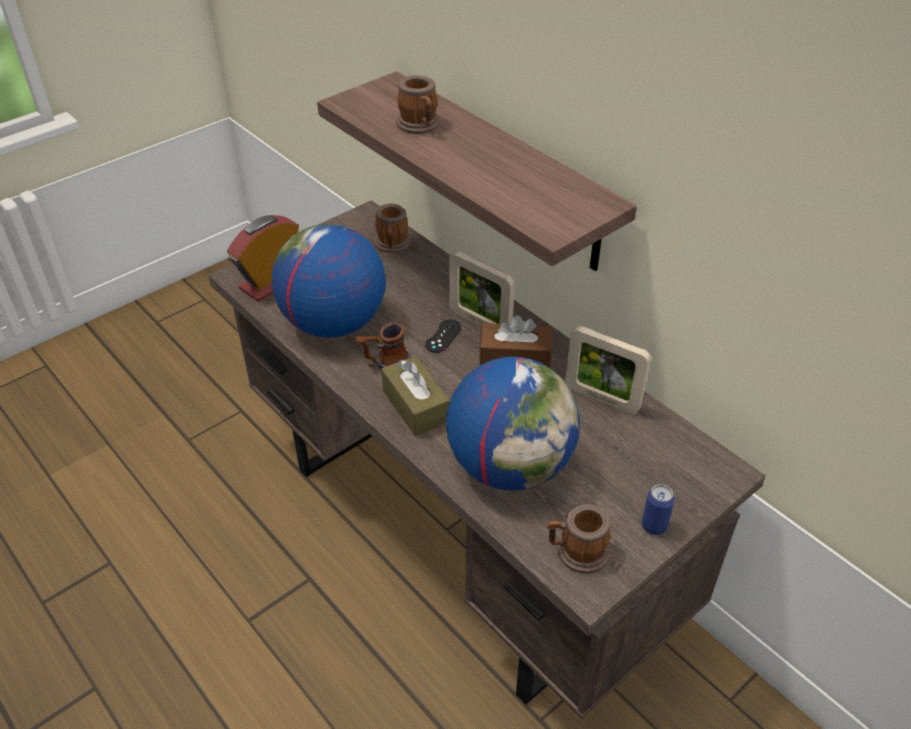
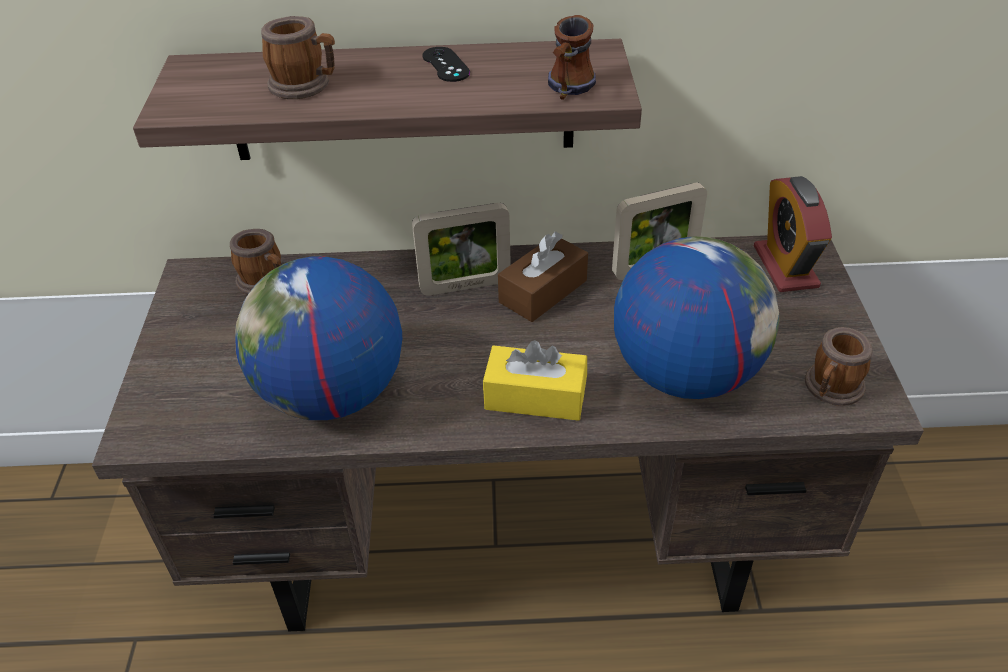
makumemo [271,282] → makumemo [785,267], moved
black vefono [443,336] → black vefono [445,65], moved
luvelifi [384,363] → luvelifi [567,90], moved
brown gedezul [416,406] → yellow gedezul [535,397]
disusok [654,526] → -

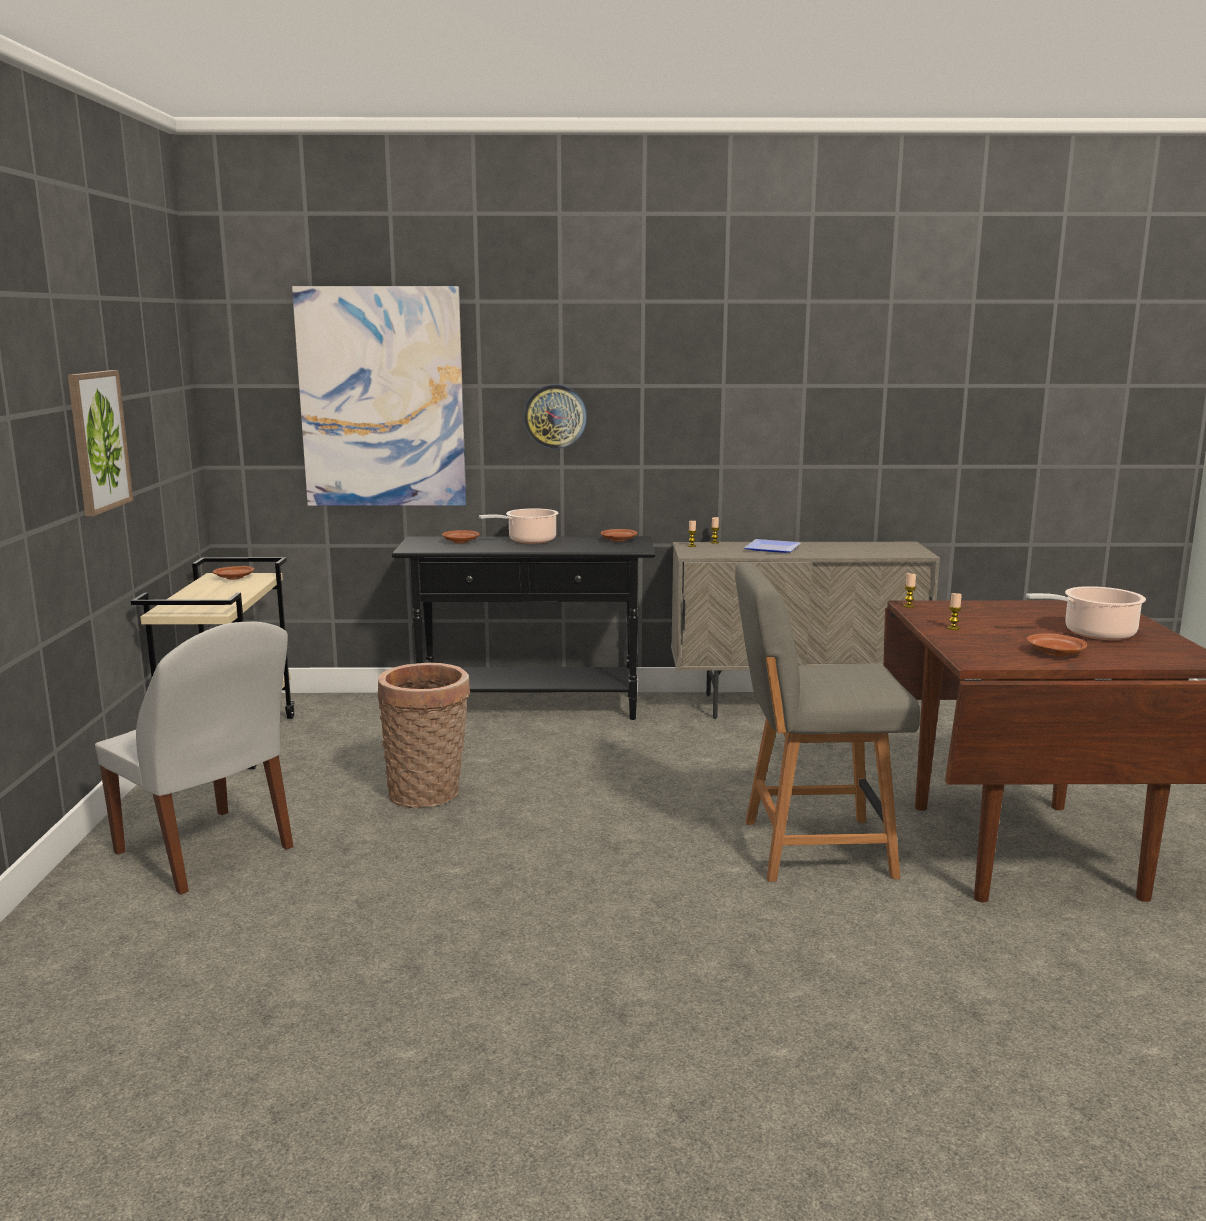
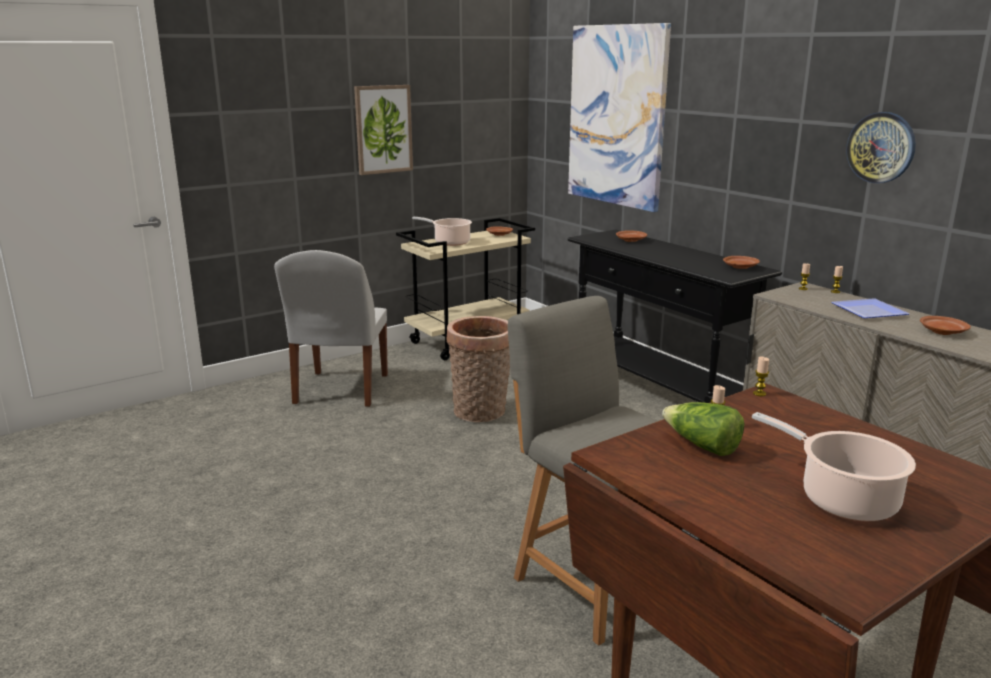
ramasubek [555,416] → ramasubek [881,147], moved
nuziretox [529,540] → nuziretox [450,242], moved
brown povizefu [1055,653] → brown povizefu [942,331], moved
- → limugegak [702,446]

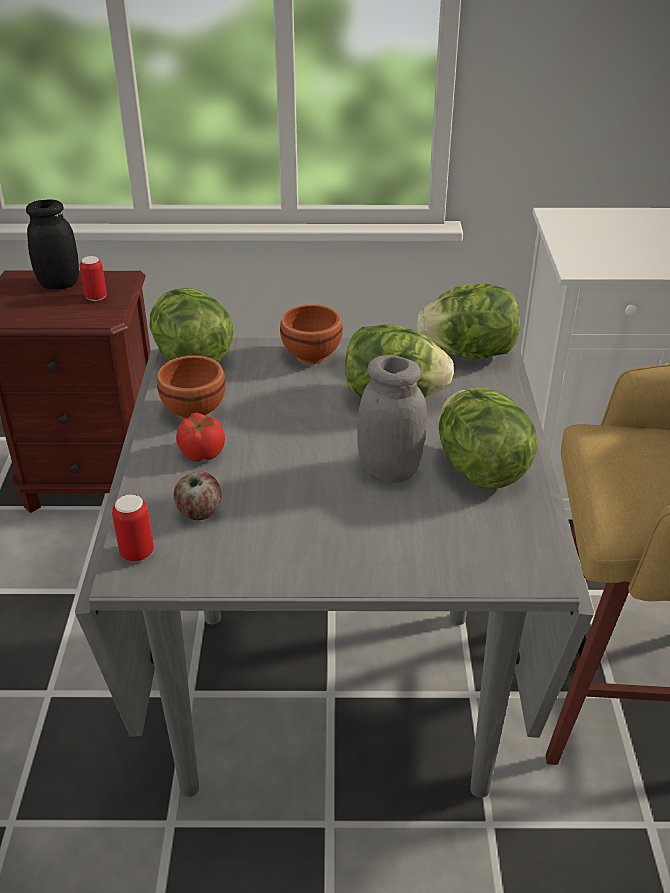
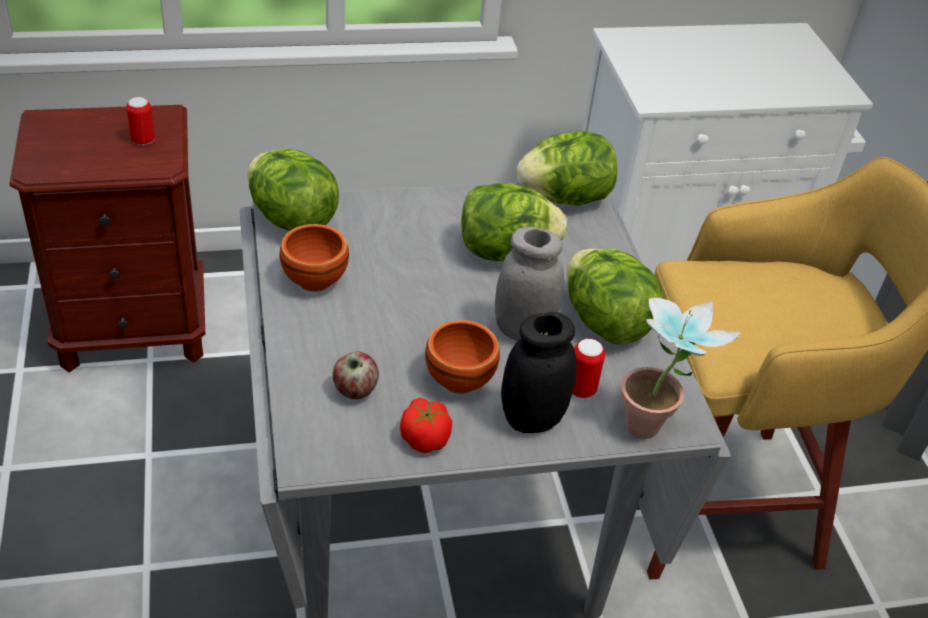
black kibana [59,284] → black kibana [532,419], moved
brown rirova [311,354] → brown rirova [458,378], moved
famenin [202,452] → famenin [424,438], moved
disusok [137,553] → disusok [581,389], moved
- → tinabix [655,424]

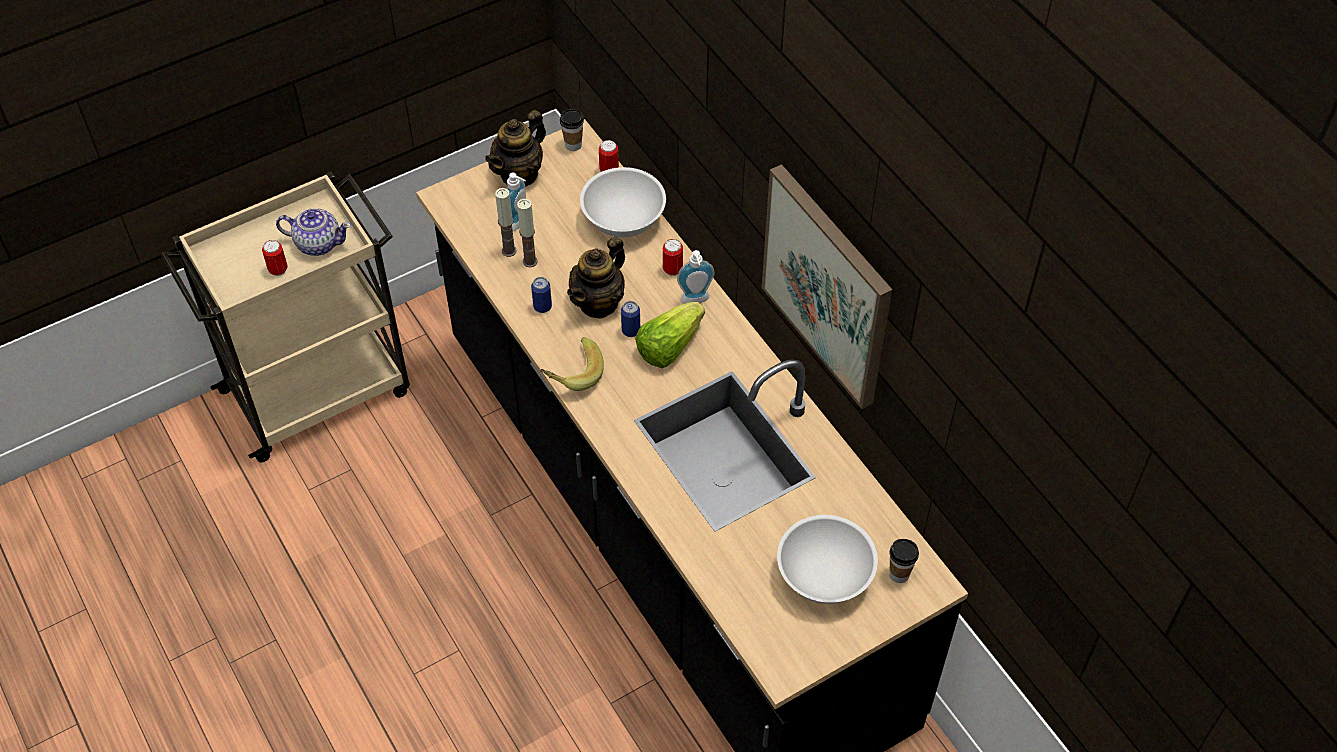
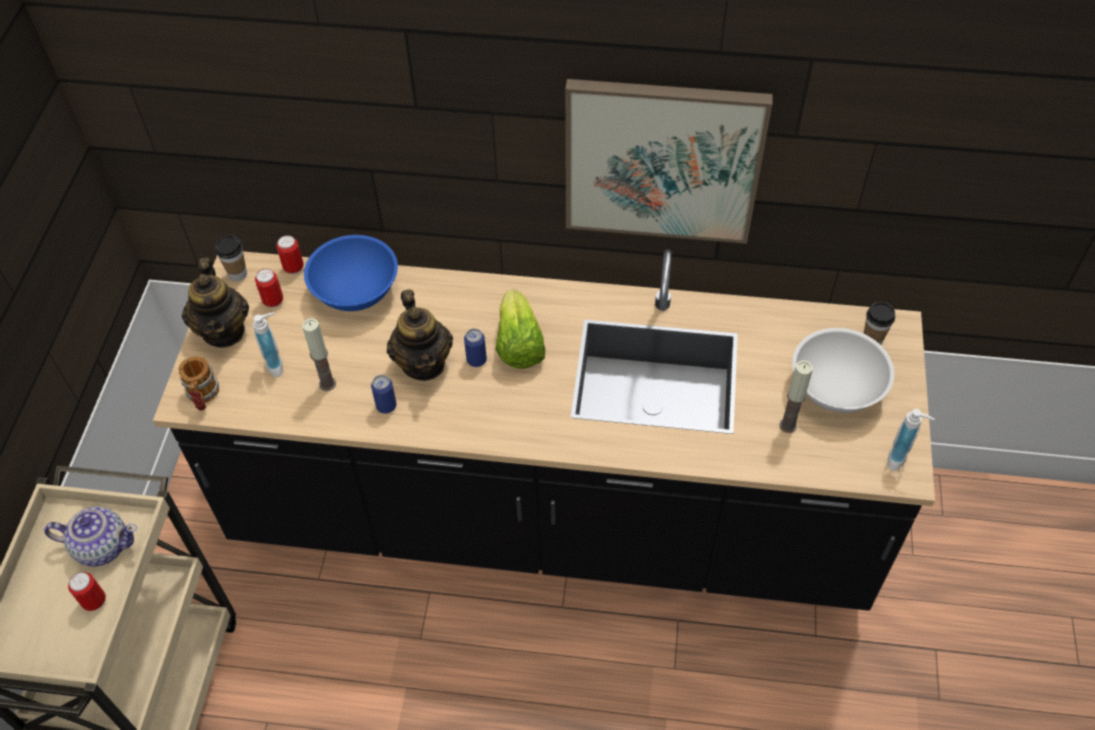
white rirova [623,219] → blue rirova [355,291]
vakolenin [509,251] → vakolenin [788,425], moved
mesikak [318,243] → mesikak [102,546], 45 degrees clockwise
disusok [672,270] → disusok [273,301], moved
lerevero [696,301] → lerevero [901,459], moved
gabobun [571,373] → -
- → luvelifi [203,396]

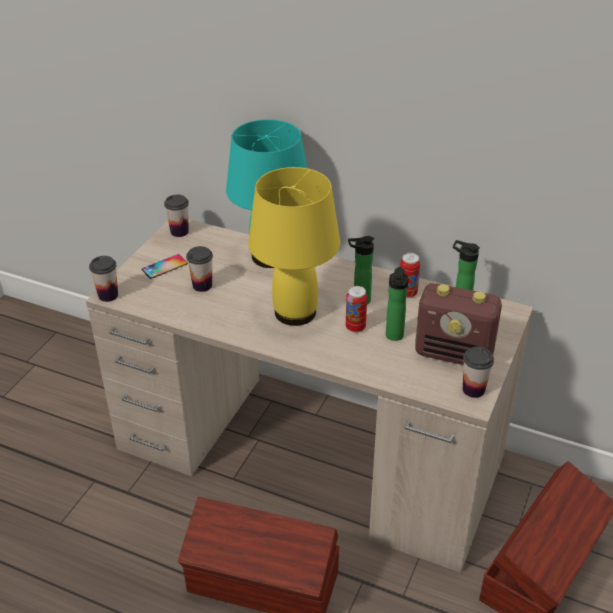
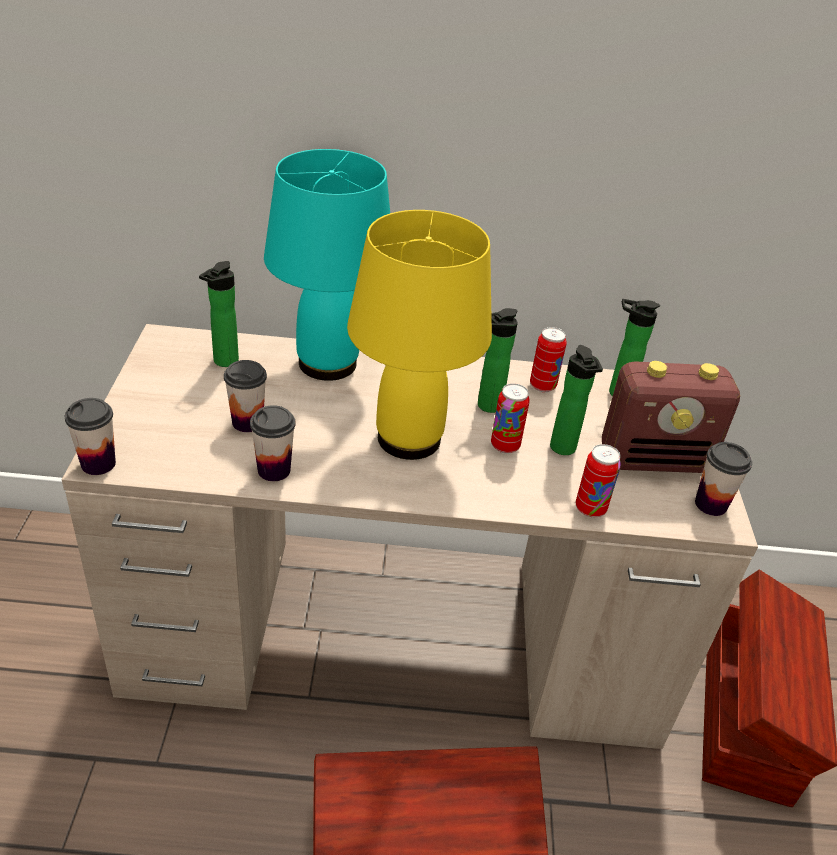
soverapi [179,232] → soverapi [274,470], moved
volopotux [164,266] → -
- → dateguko [223,362]
- → disusok [590,509]

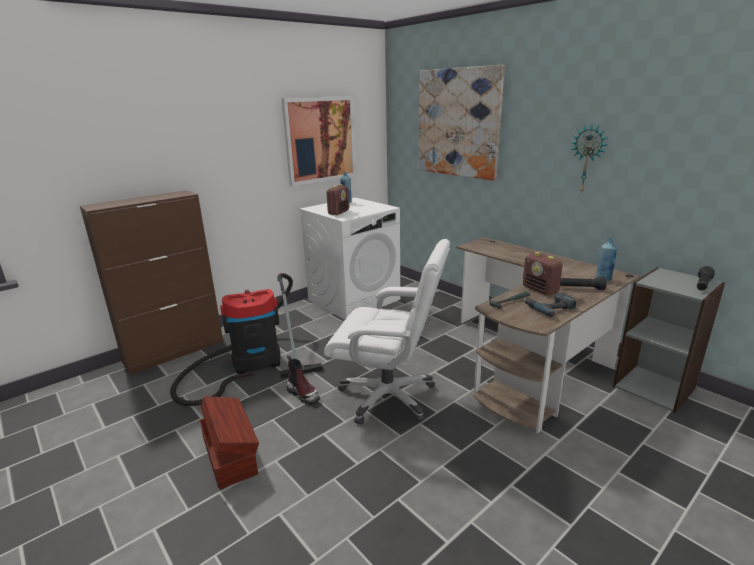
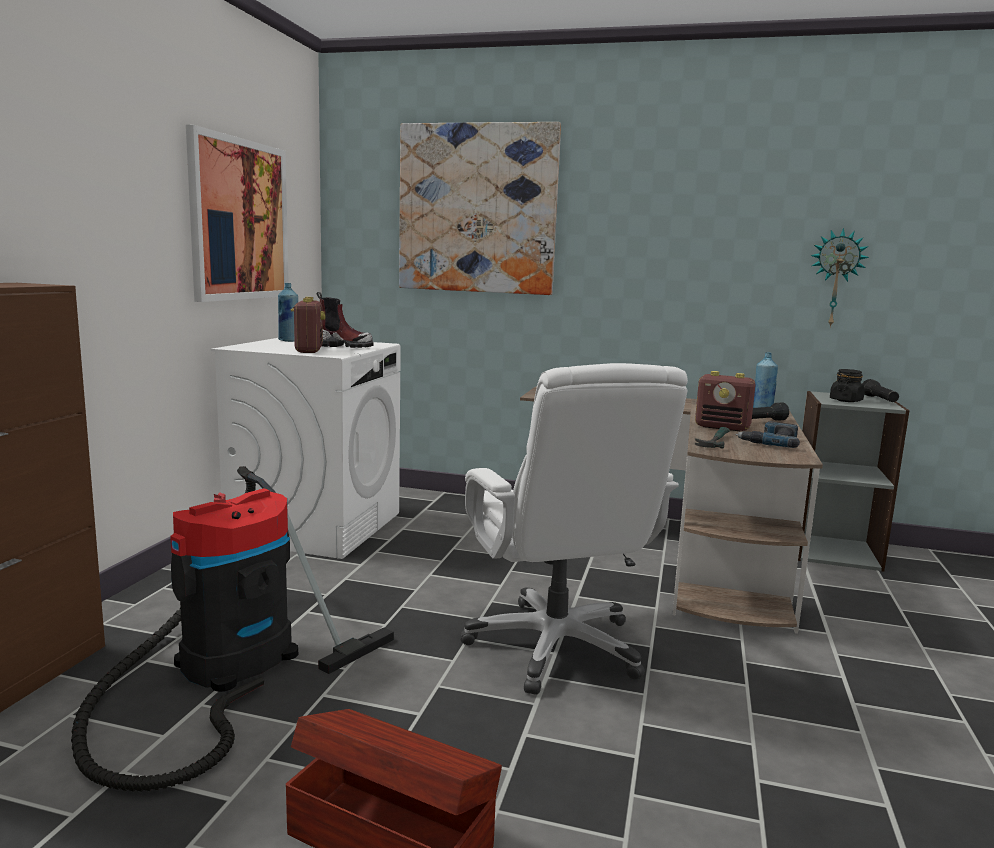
ramasubek [588,159] → ramasubek [835,278], moved
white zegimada [388,396] → white zegimada [556,647], 90 degrees clockwise
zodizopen [303,394] → zodizopen [344,346], moved
- → black kibana [846,400]

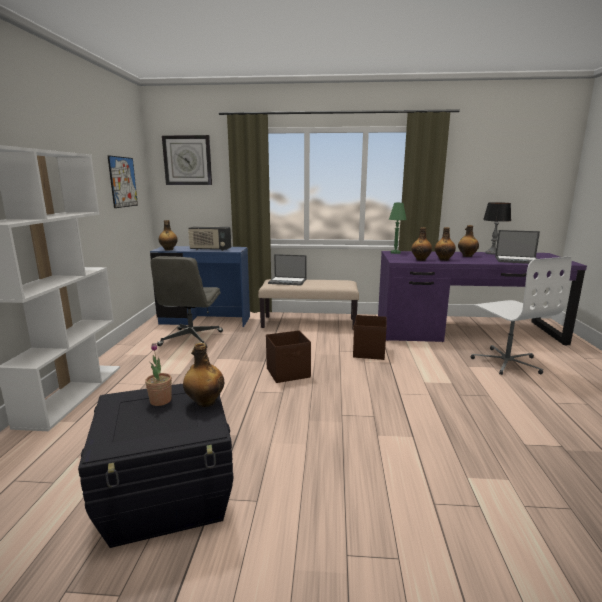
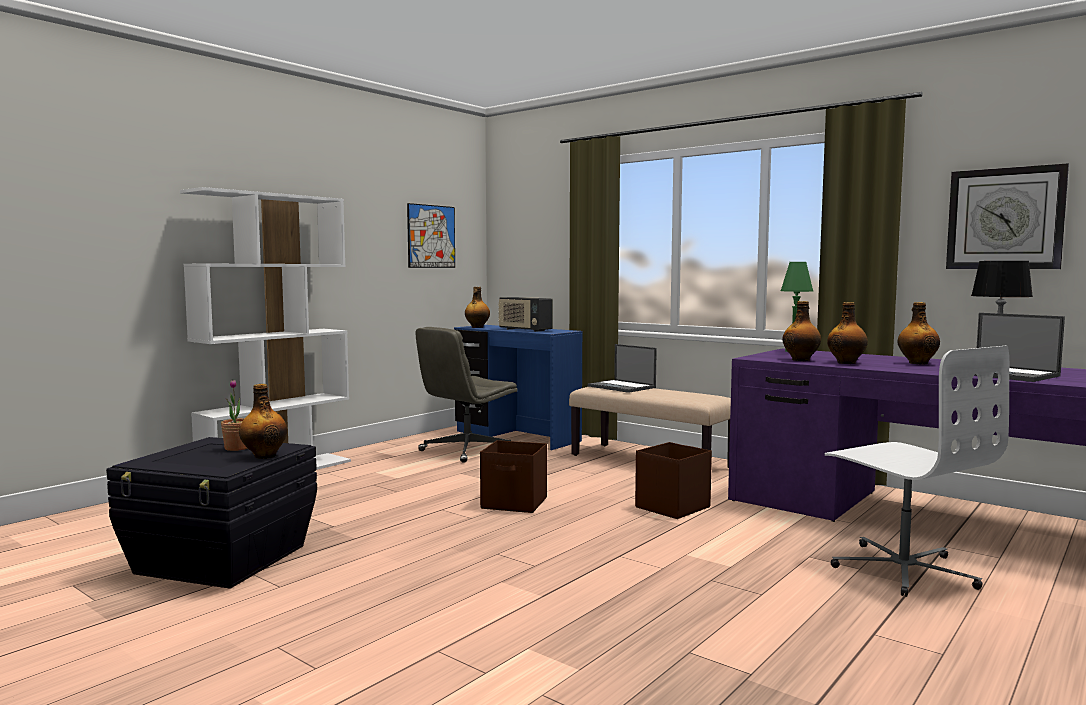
ramasubek [187,160] → ramasubek [1005,219], moved
white zegimada [506,362] → white zegimada [903,569], 45 degrees counterclockwise

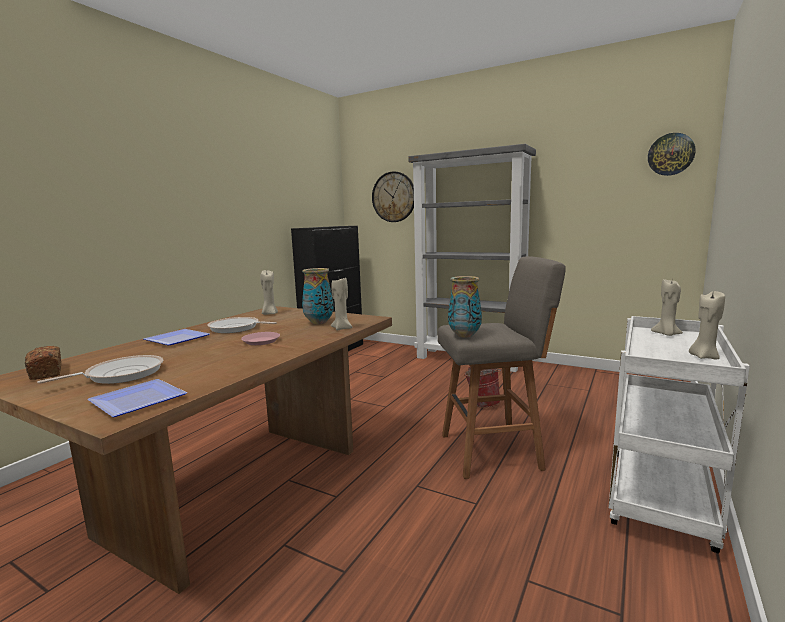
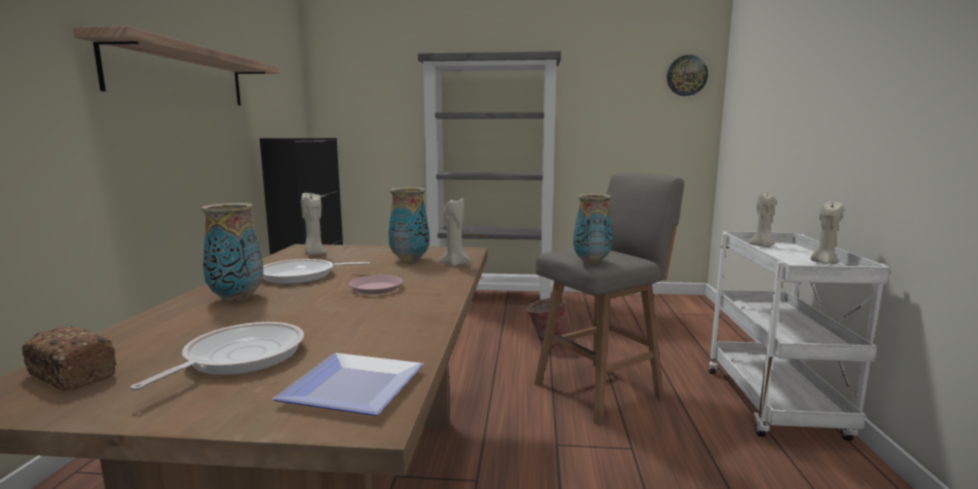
ramasubek [394,197] → -
povizefu [180,339] → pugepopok [237,298]
- → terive [180,75]

